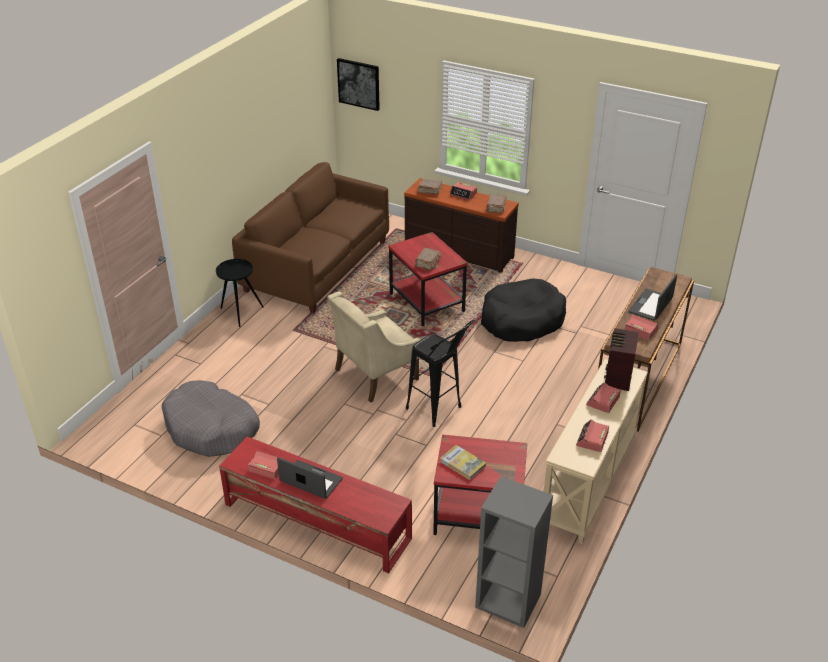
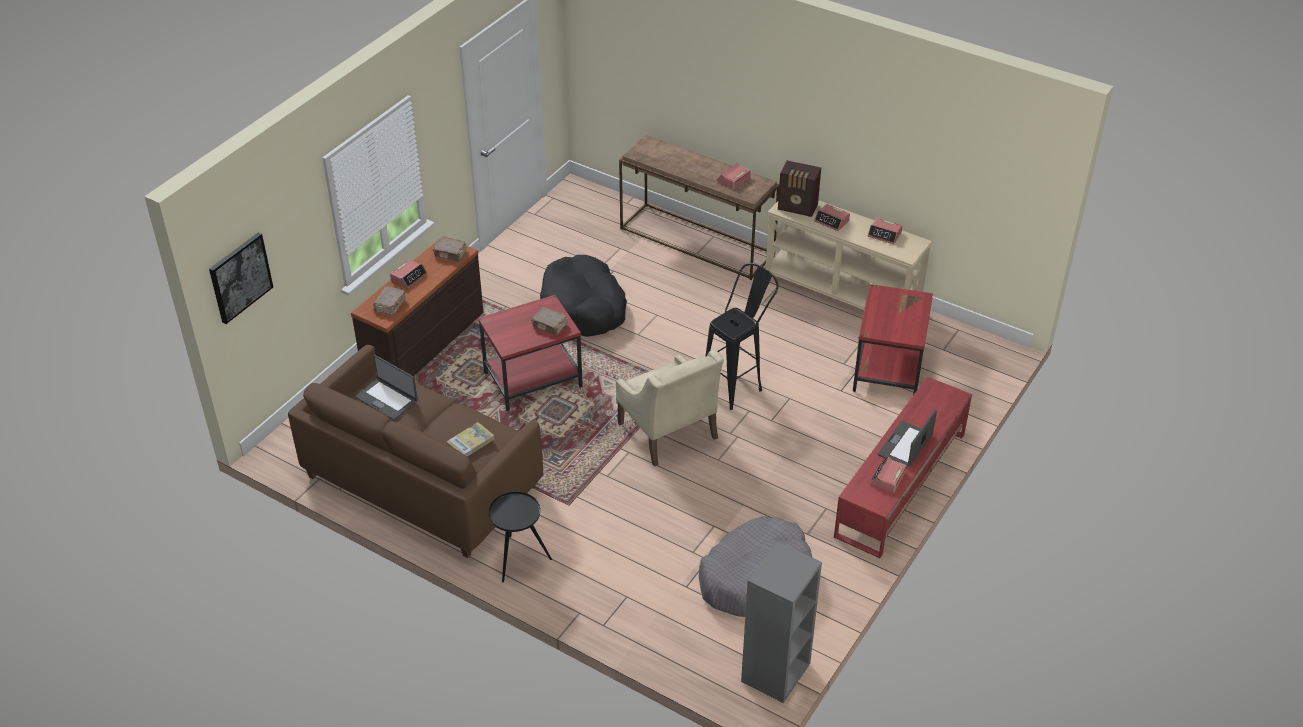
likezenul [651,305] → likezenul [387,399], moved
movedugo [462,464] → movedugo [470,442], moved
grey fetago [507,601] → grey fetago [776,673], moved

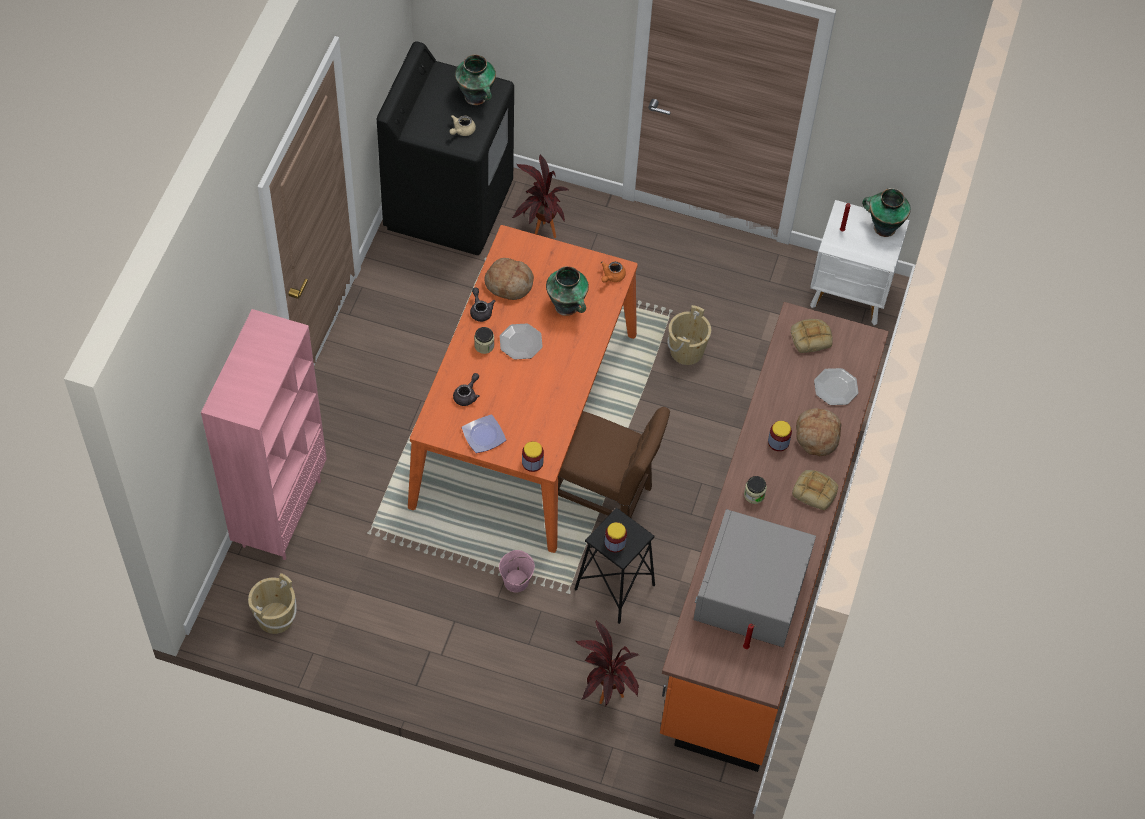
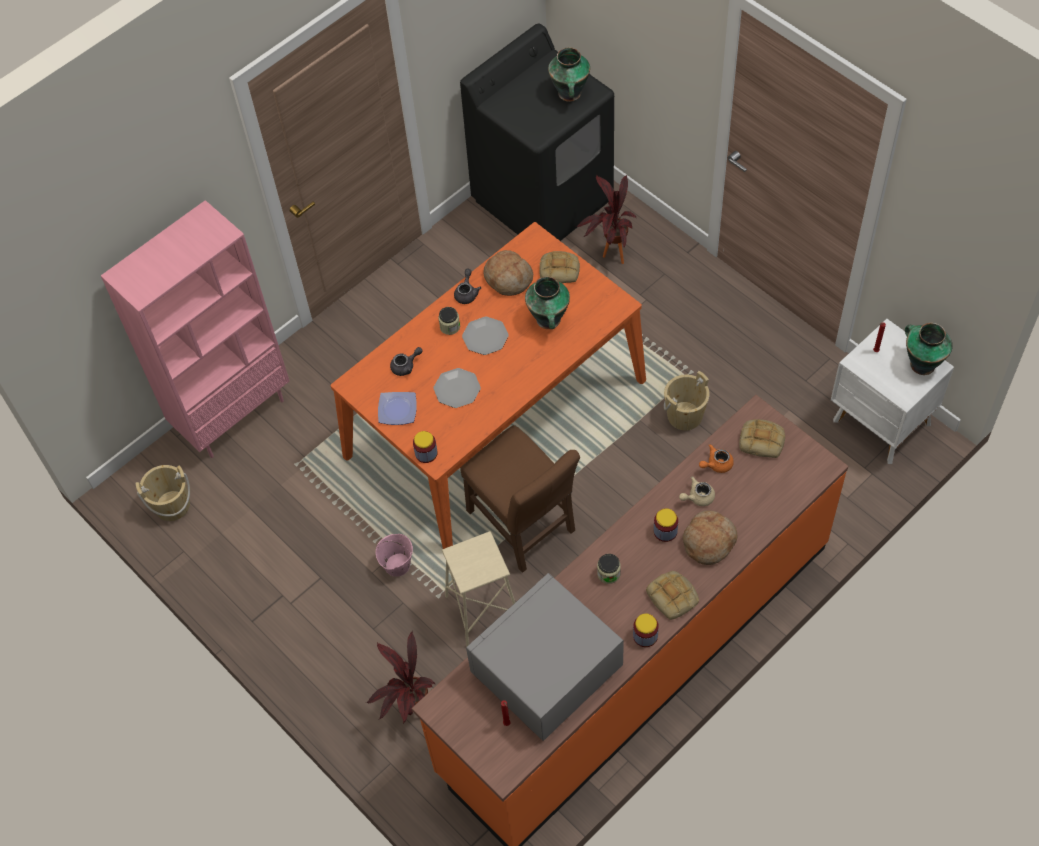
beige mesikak [462,131] → beige mesikak [697,497], moved
orange mesikak [612,276] → orange mesikak [716,464], moved
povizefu [835,387] → povizefu [457,389], moved
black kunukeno [615,586] → beige kunukeno [484,610]
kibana [615,543] → kibana [645,636], moved
- → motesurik [560,270]

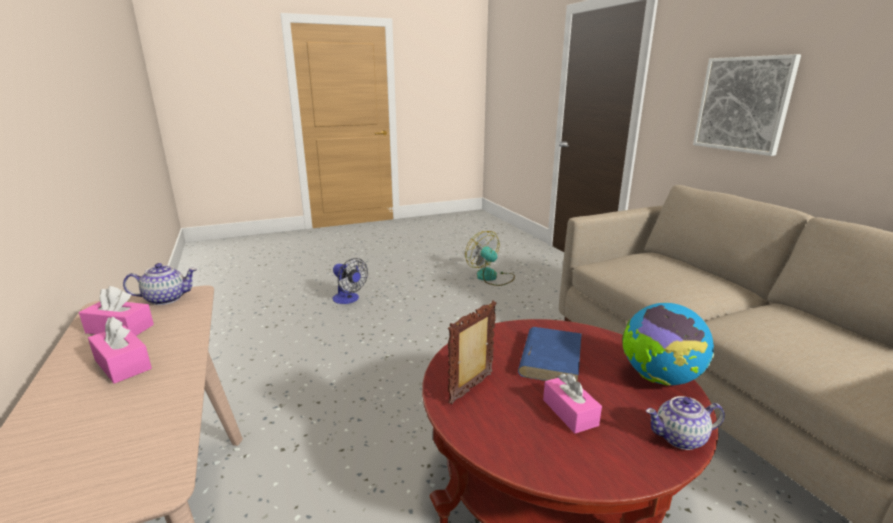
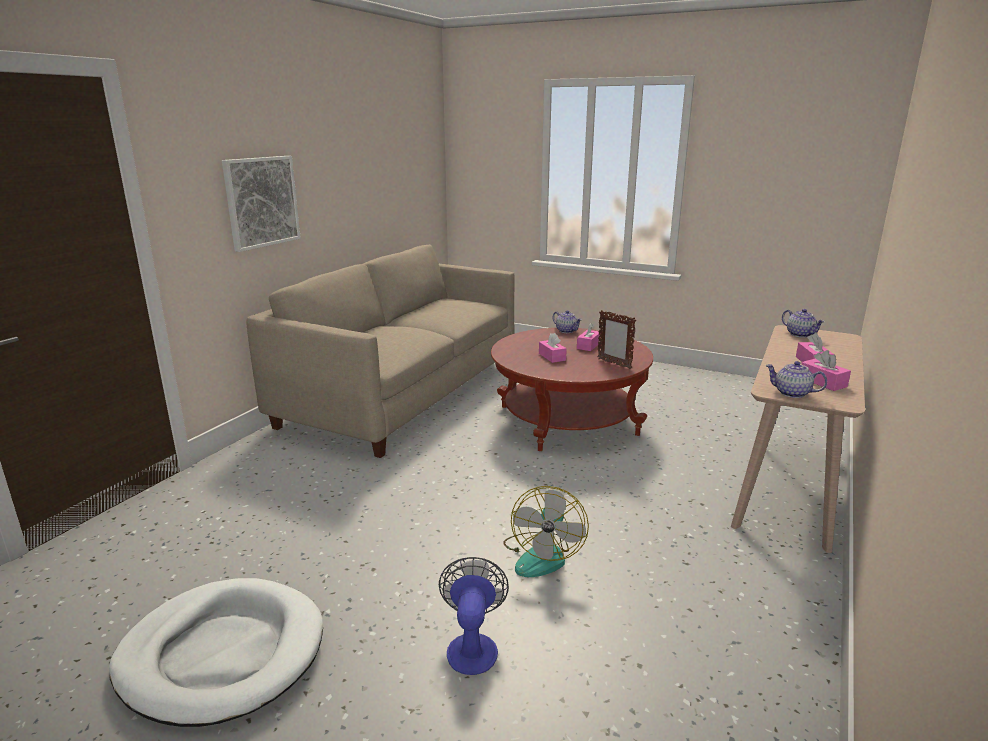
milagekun [491,277] → milagekun [542,555], moved
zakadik [472,389] → zakadik [614,364], 45 degrees clockwise
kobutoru [659,378] → -
blue movedugo [550,358] → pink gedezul [552,357]
- → mesikak [800,334]
- → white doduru [222,654]

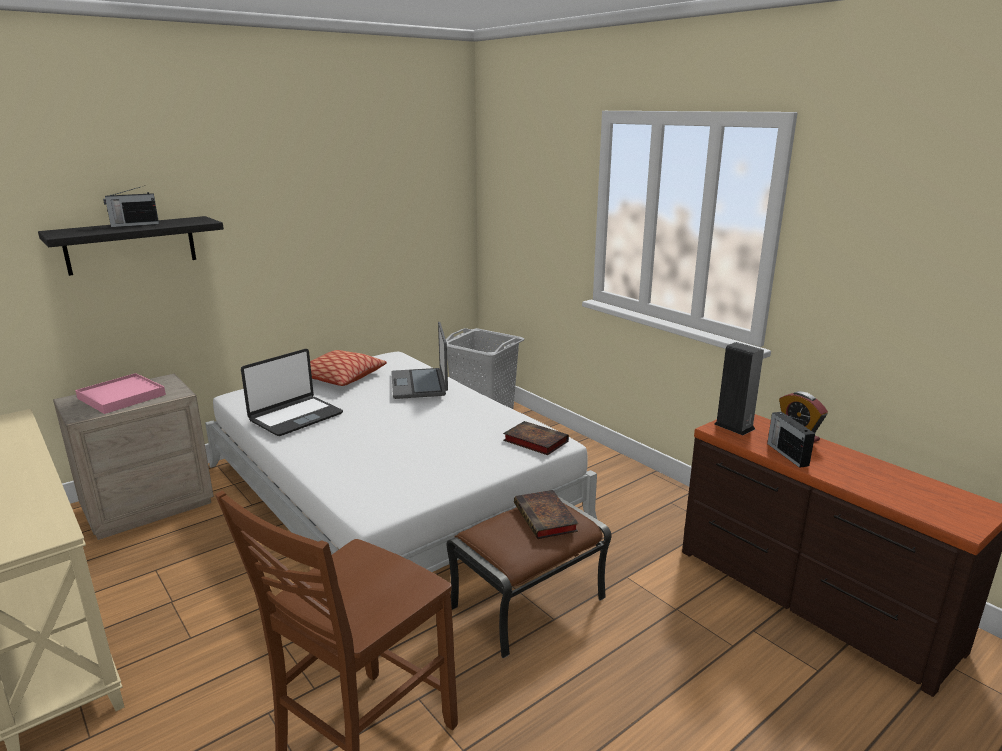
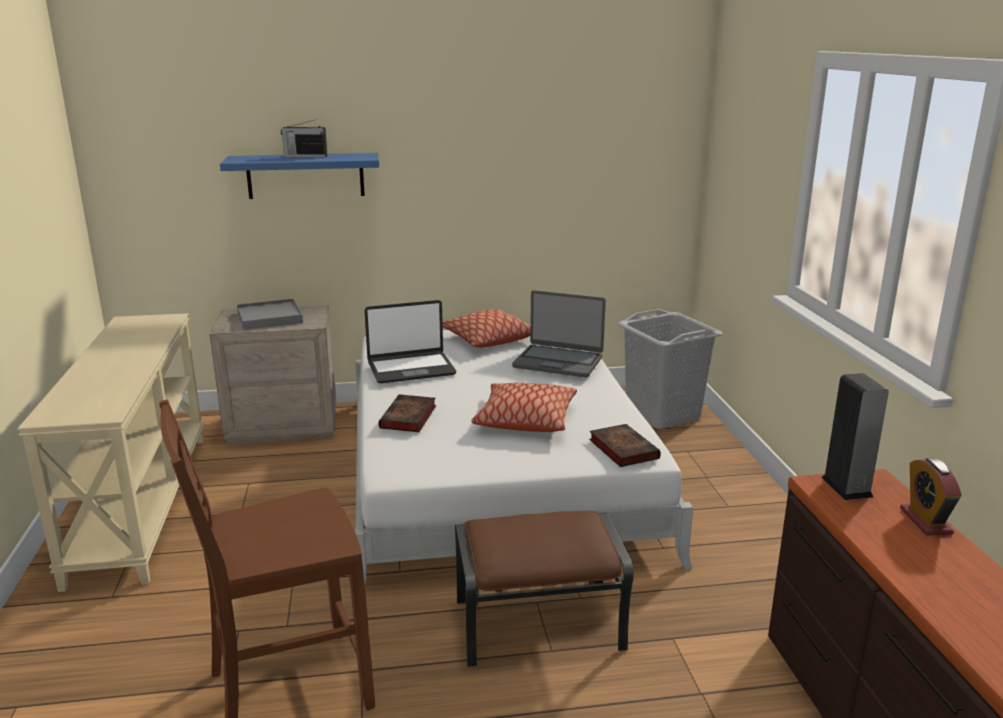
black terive [131,245] → blue terive [305,175]
likezenul [419,384] → likezenul [558,362], 90 degrees counterclockwise
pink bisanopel [122,396] → grey bisanopel [270,317]
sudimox [787,454] → -
movedugo [546,519] → movedugo [408,418], moved
- → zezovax [525,419]

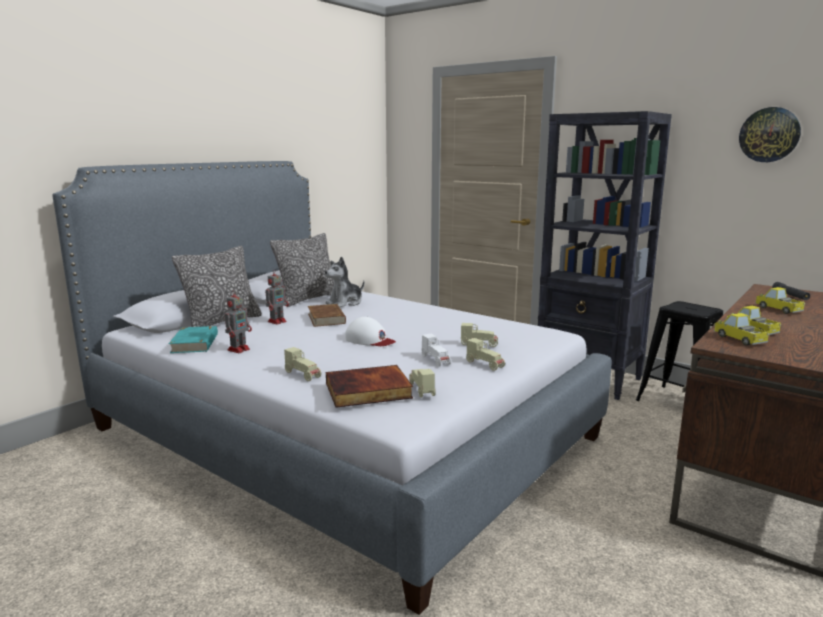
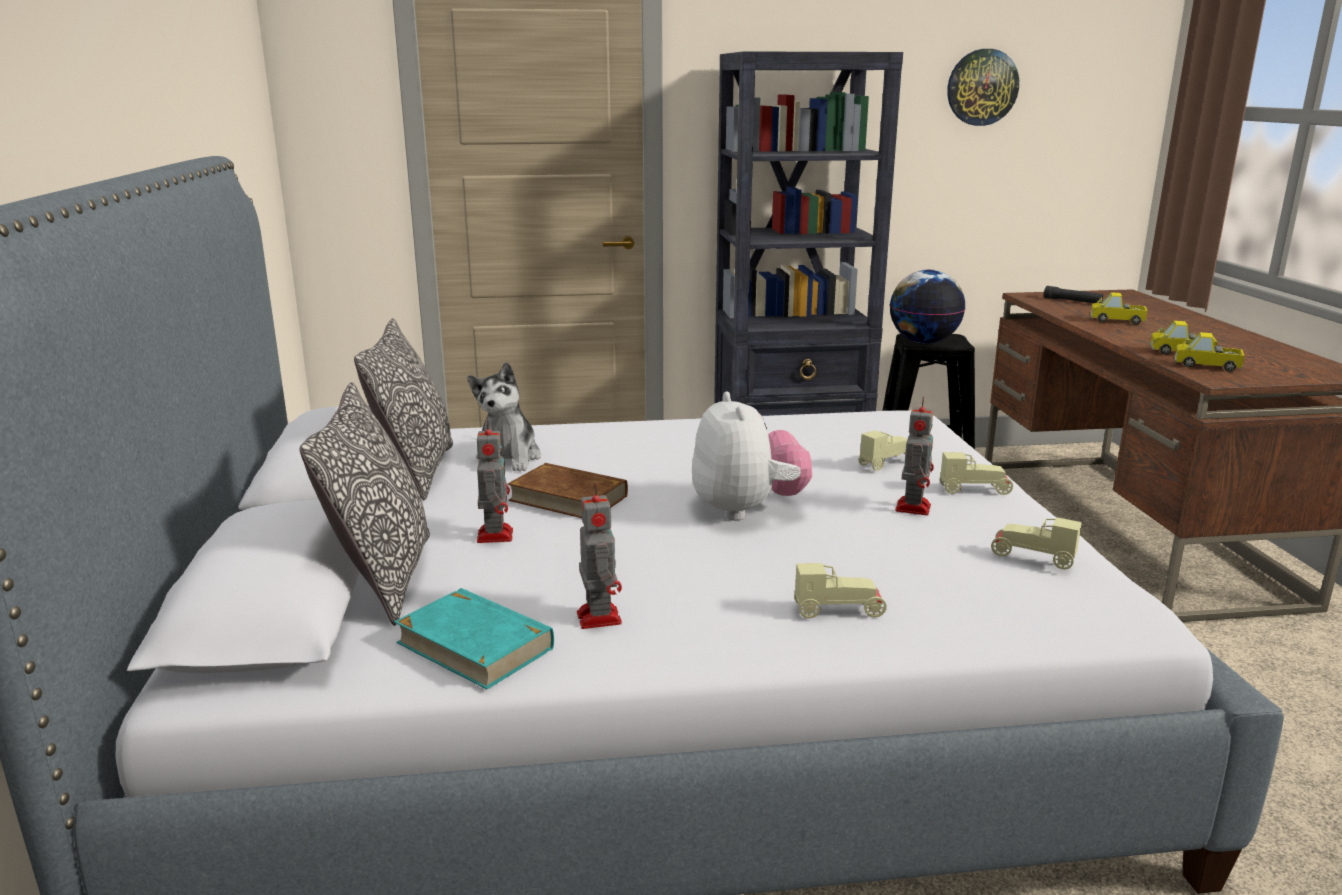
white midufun [369,340] → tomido [747,510]
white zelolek [435,360] → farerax [913,507]
movedugo [368,391] → -
- → kobutoru [923,342]

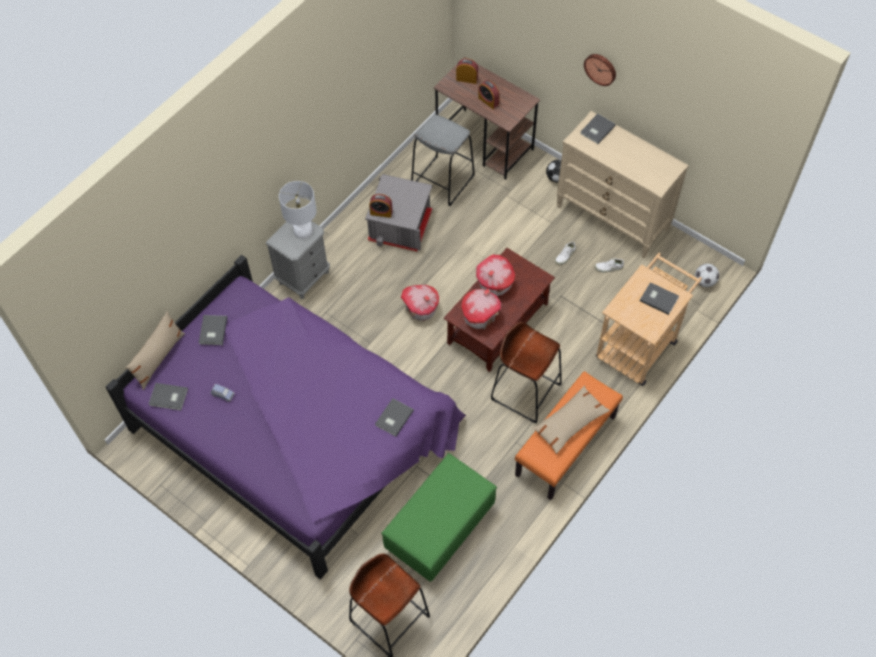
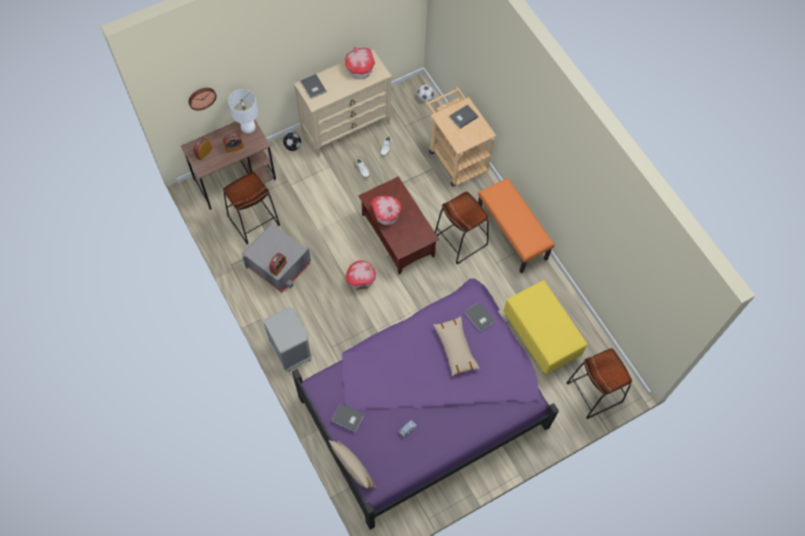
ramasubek [601,68] → ramasubek [201,97], moved
grey kunukeno [442,181] → brown kunukeno [253,221]
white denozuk [302,231] → white denozuk [248,127], moved
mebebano [480,316] → mebebano [360,70], moved
grey movedugo [169,398] → -
beige zezovax [569,422] → beige zezovax [455,348], moved
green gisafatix [440,527] → yellow gisafatix [540,335]

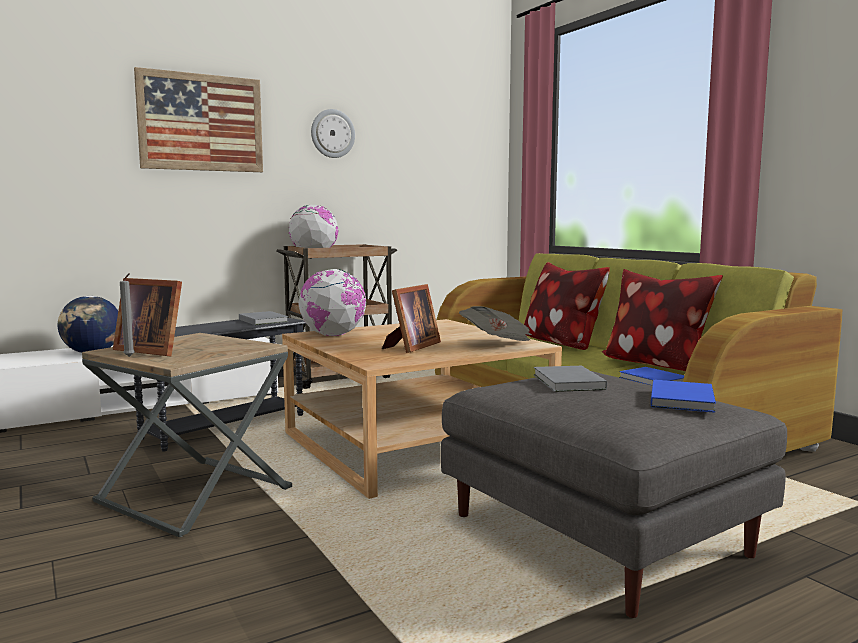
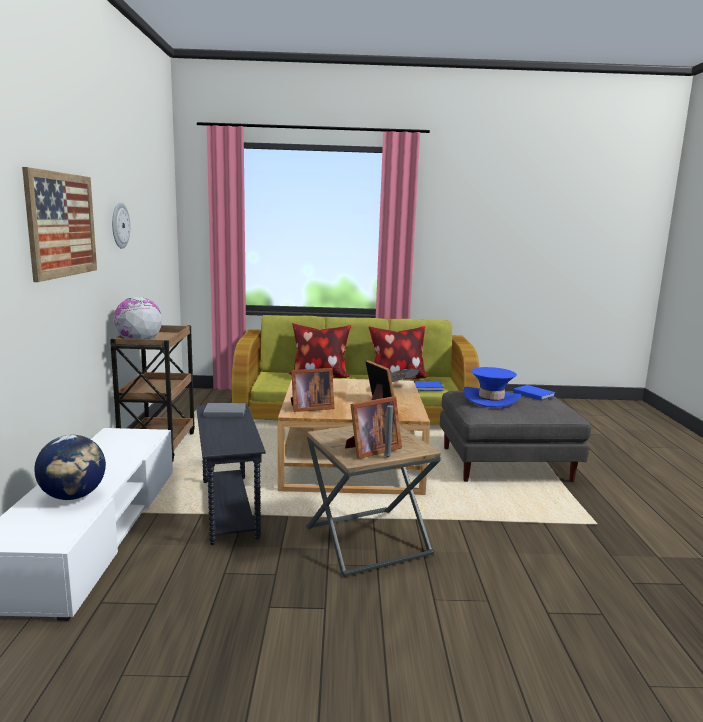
kobutoru [333,335] → zakadik [310,408]
grey movedugo [568,382] → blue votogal [491,399]

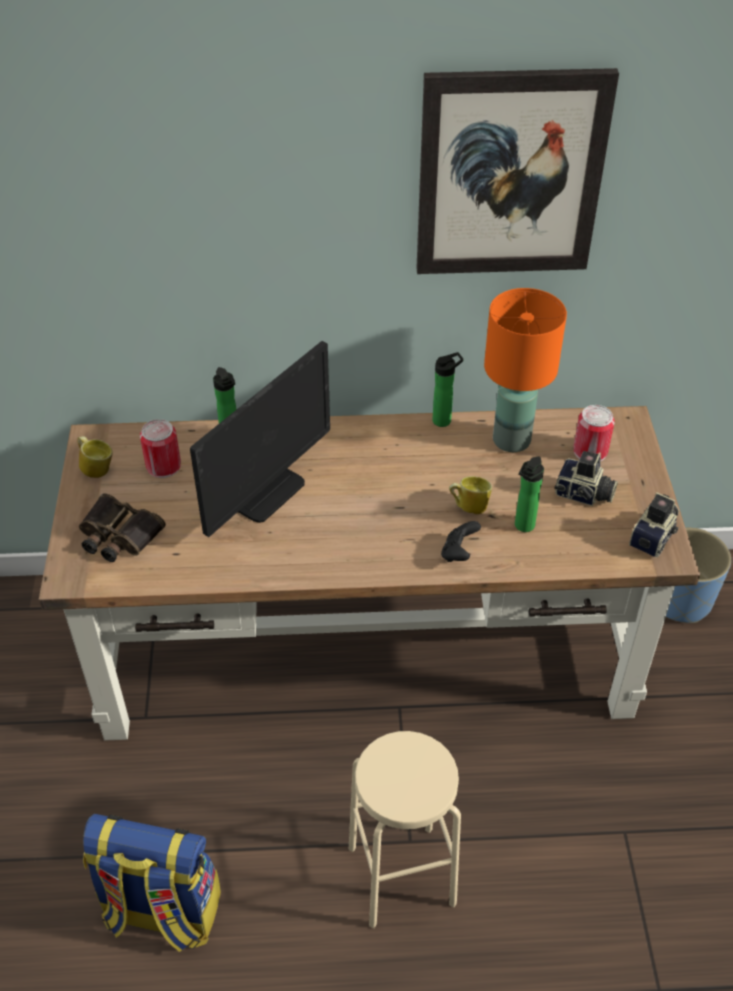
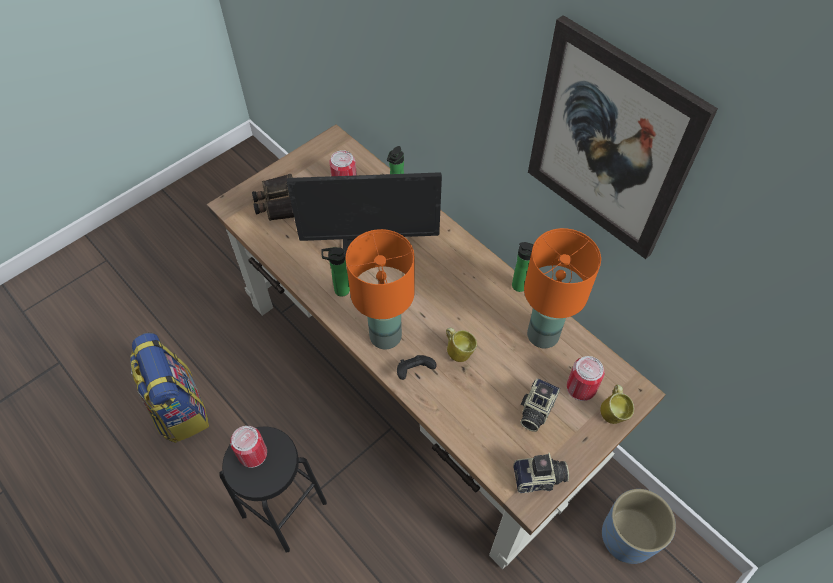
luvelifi [96,468] → luvelifi [613,412], moved
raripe [584,495] → raripe [535,410], 45 degrees clockwise
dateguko [523,527] → dateguko [339,290], moved
beige kunukeno [401,875] → black kunukeno [284,509]
- → orange denozuk [384,335]
- → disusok [253,454]

